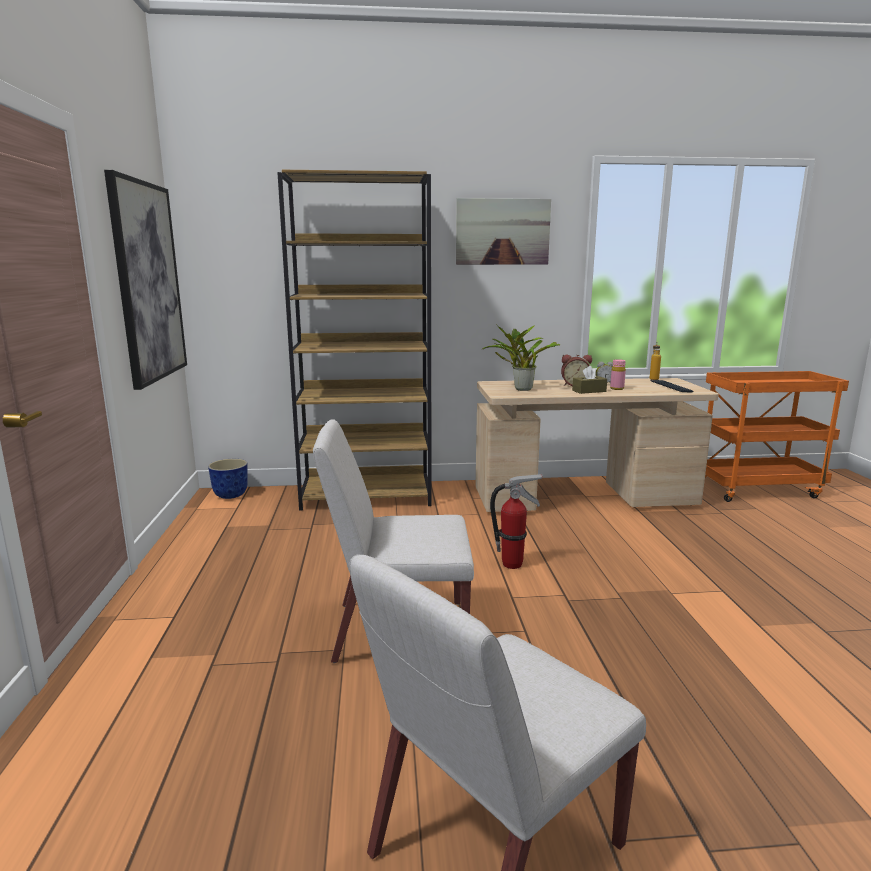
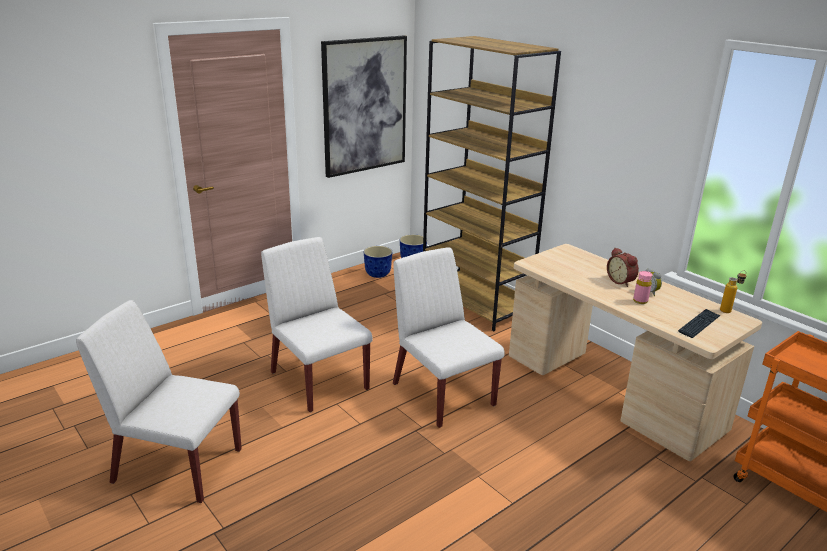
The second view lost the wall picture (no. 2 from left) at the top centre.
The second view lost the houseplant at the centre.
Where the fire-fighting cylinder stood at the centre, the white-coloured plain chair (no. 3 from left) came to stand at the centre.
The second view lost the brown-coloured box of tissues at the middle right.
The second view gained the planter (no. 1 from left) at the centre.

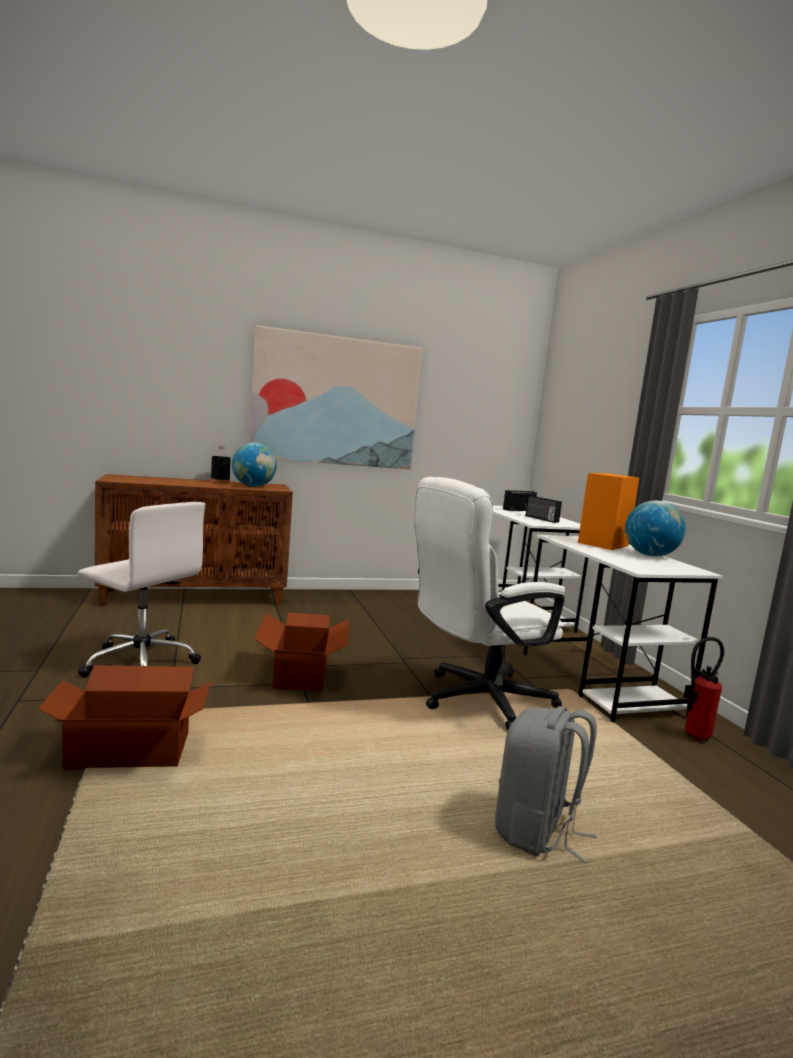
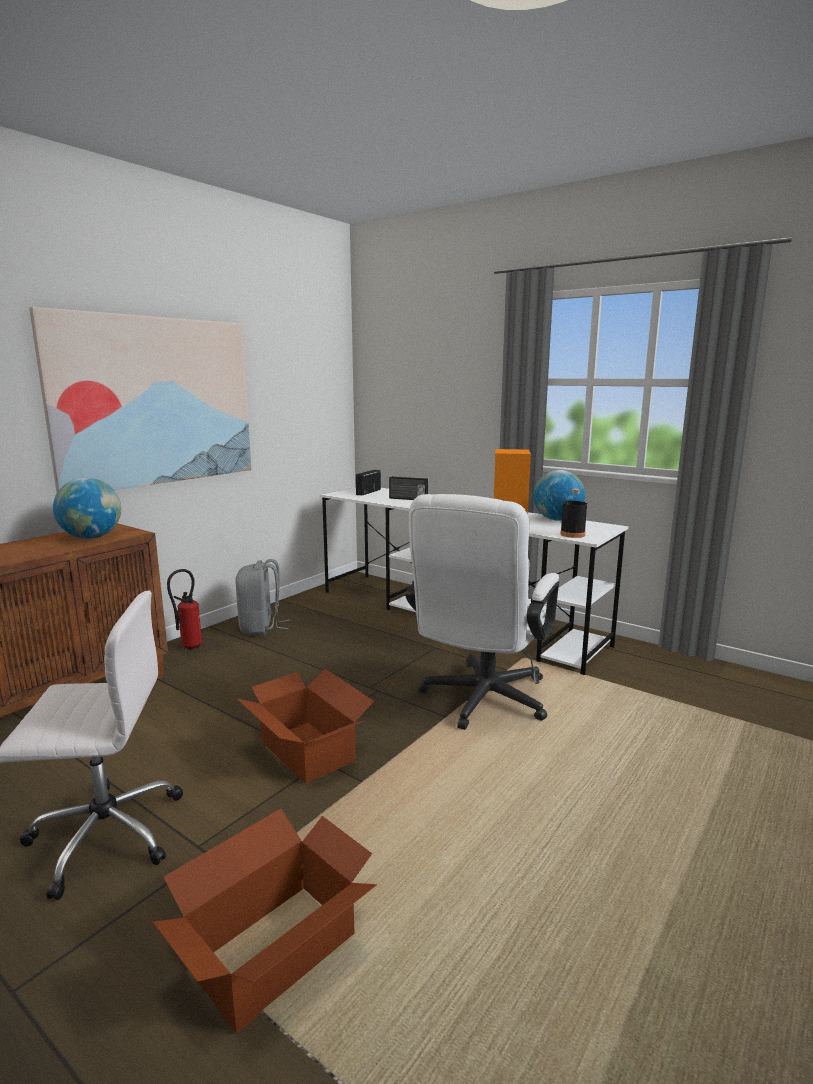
The black drink bottle ended up elsewhere, having gone from the middle left to the middle right.
The gray backpack ended up elsewhere, having gone from the bottom right to the middle left.
The fire-fighting cylinder ended up elsewhere, having gone from the middle right to the middle left.

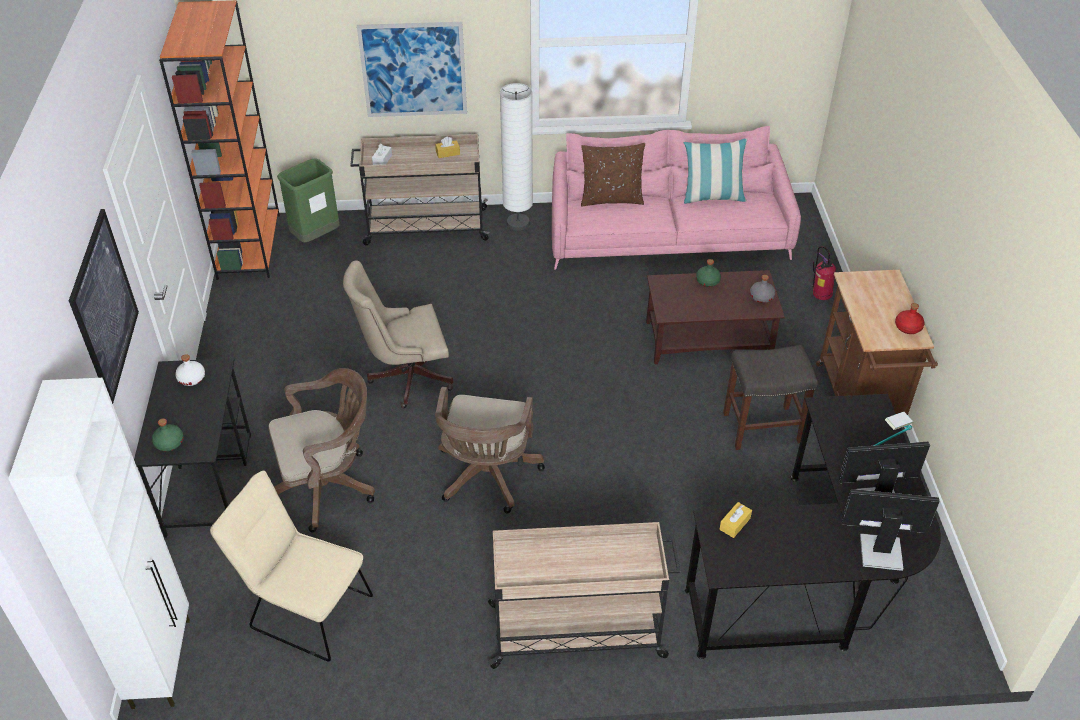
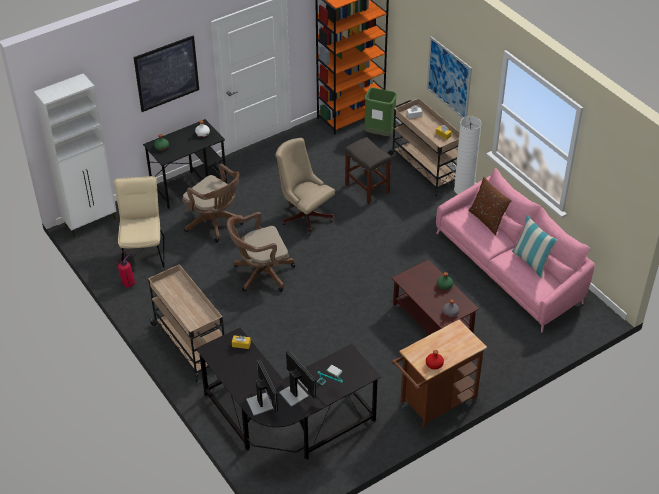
The gray stool seat ended up elsewhere, having gone from the middle right to the centre.
The fire-fighting cylinder ended up elsewhere, having gone from the middle right to the middle left.

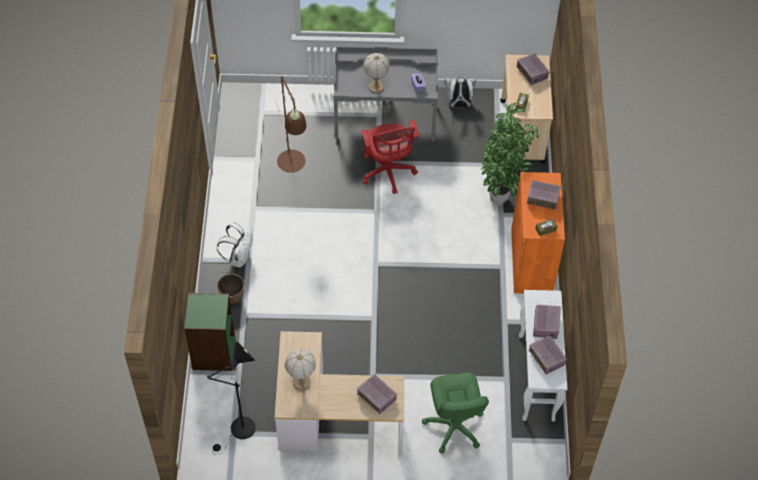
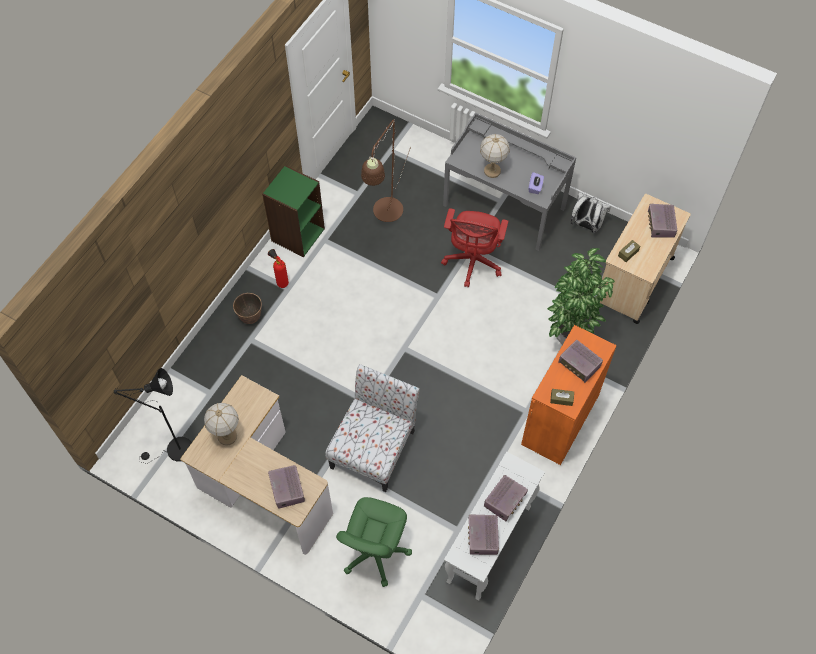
The green shelving unit ended up elsewhere, having gone from the bottom left to the top centre.
Where the white-coloured backpack (no. 1 from left) stood at the middle left, the fire-fighting cylinder came to stand at the centre.
The second view gained the plain chair at the centre.

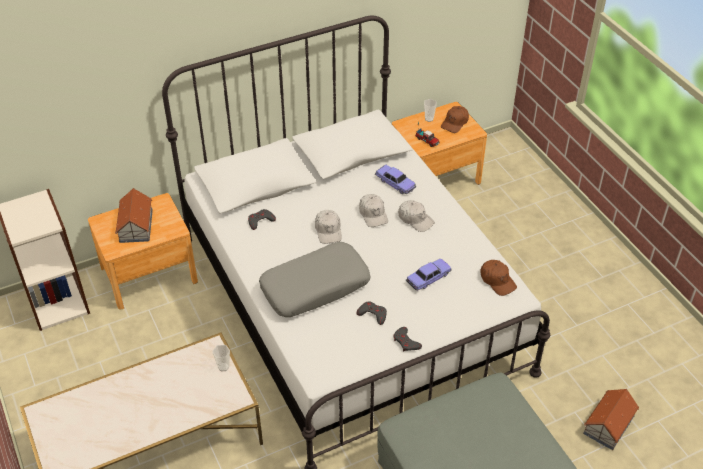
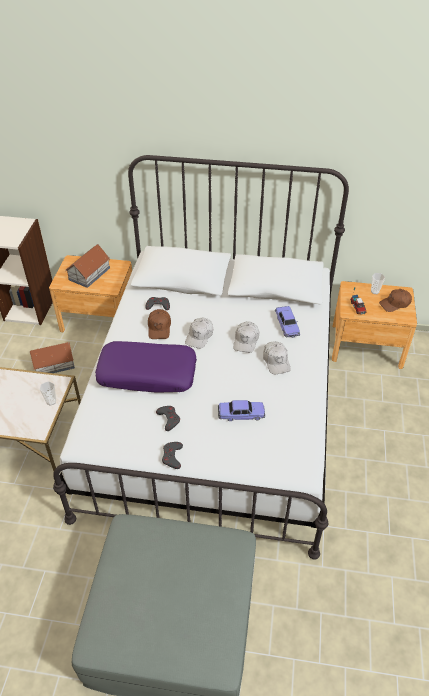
What was the gray throw pillow at the centre turned into the purplish throw pillow at the centre.
The brown-coloured cap (no. 2 from left in the first image) ended up elsewhere, having gone from the middle right to the centre.
The model house (no. 2 from left in the first image) ended up elsewhere, having gone from the bottom right to the middle left.

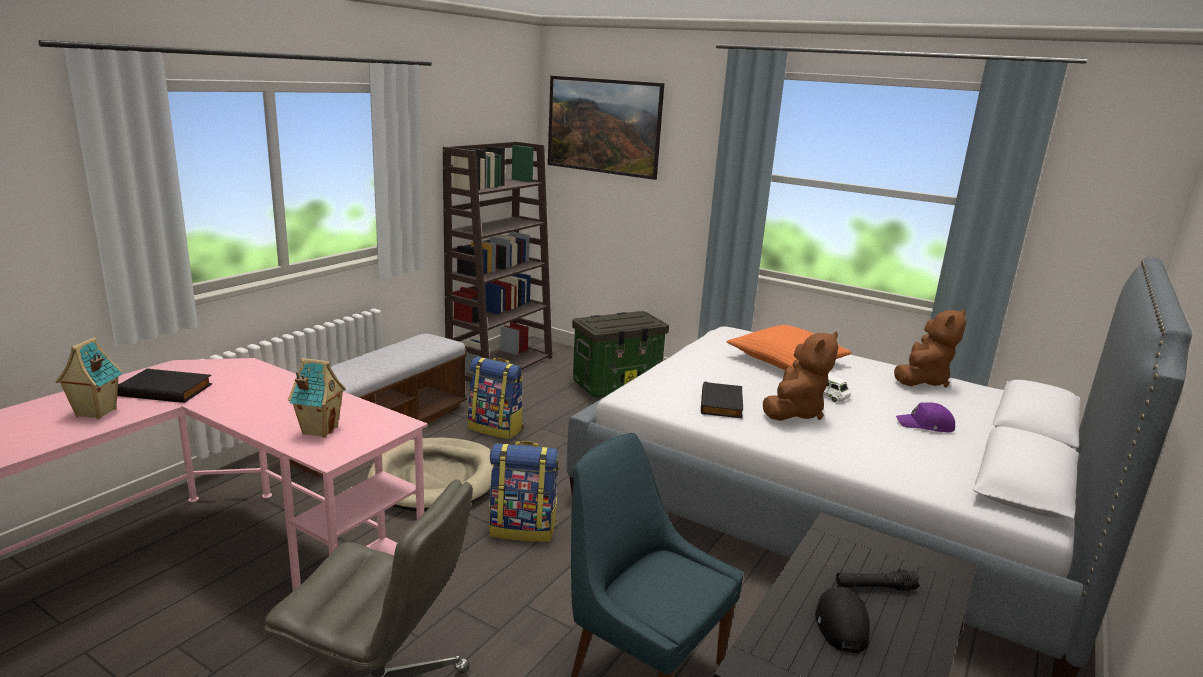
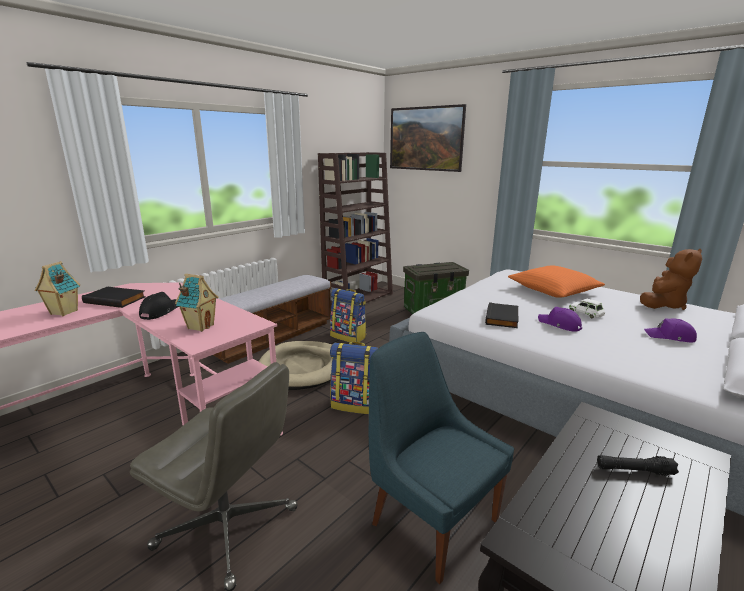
Where the brown-coloured cuddly toy (no. 1 from left) stood at the centre, the purplish cap (no. 1 from left) came to stand at the middle right.
The black cap ended up elsewhere, having gone from the bottom right to the middle left.

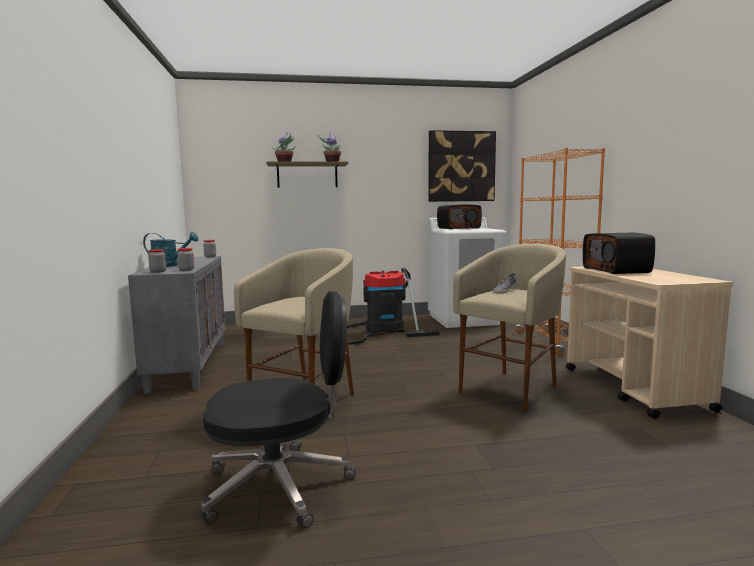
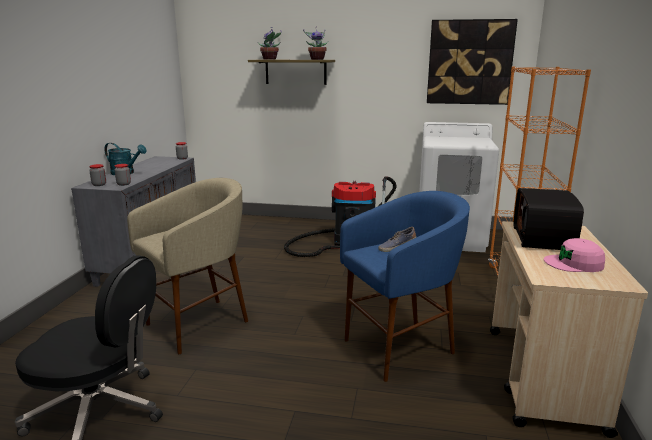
The second view lost the radio (no. 1 from left) at the centre.
What was the sand-coloured stool seat (no. 2 from left) at the middle right turned into the blue stool seat at the centre.
The second view gained the pink cap at the middle right.

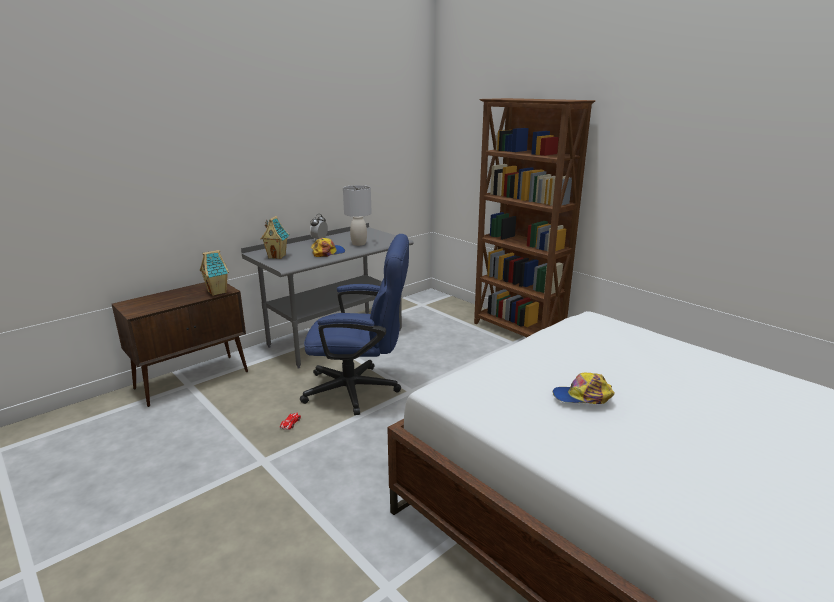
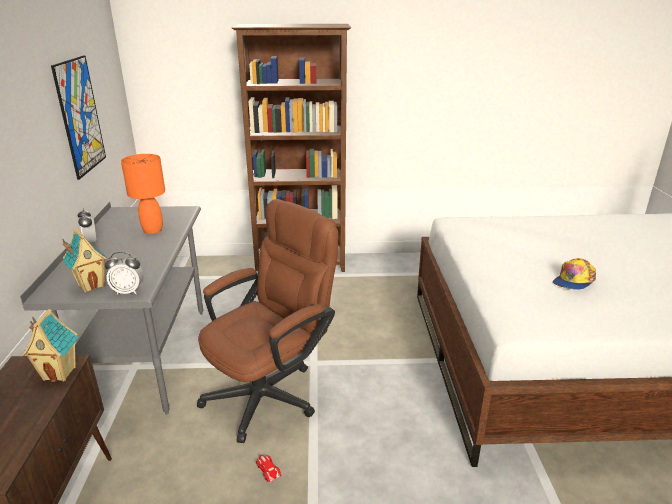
What was the blue desk chair at the centre turned into the brown-coloured desk chair at the centre.
The second view lost the cap (no. 1 from left) at the centre.
What was the gray table lamp at the centre turned into the orangey table lamp at the middle left.
The second view gained the wall picture at the top left.
The second view gained the alarm clock (no. 2 from left) at the middle left.

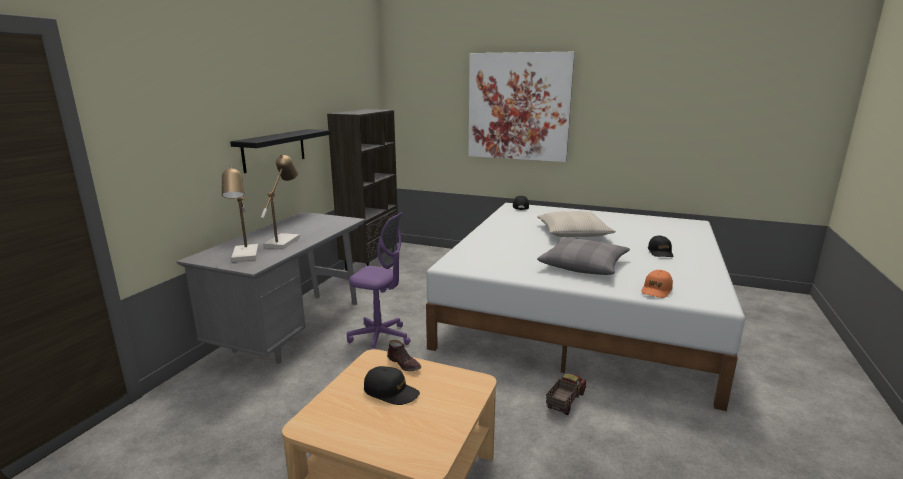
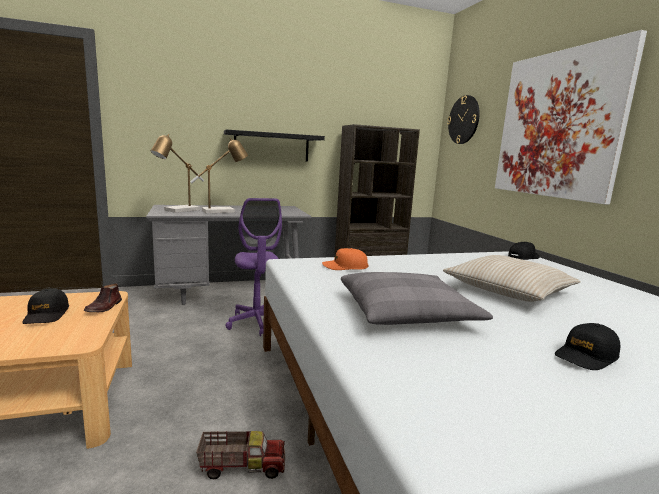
The orangey cap ended up elsewhere, having gone from the middle right to the centre.
The second view gained the hanging clock at the top right.

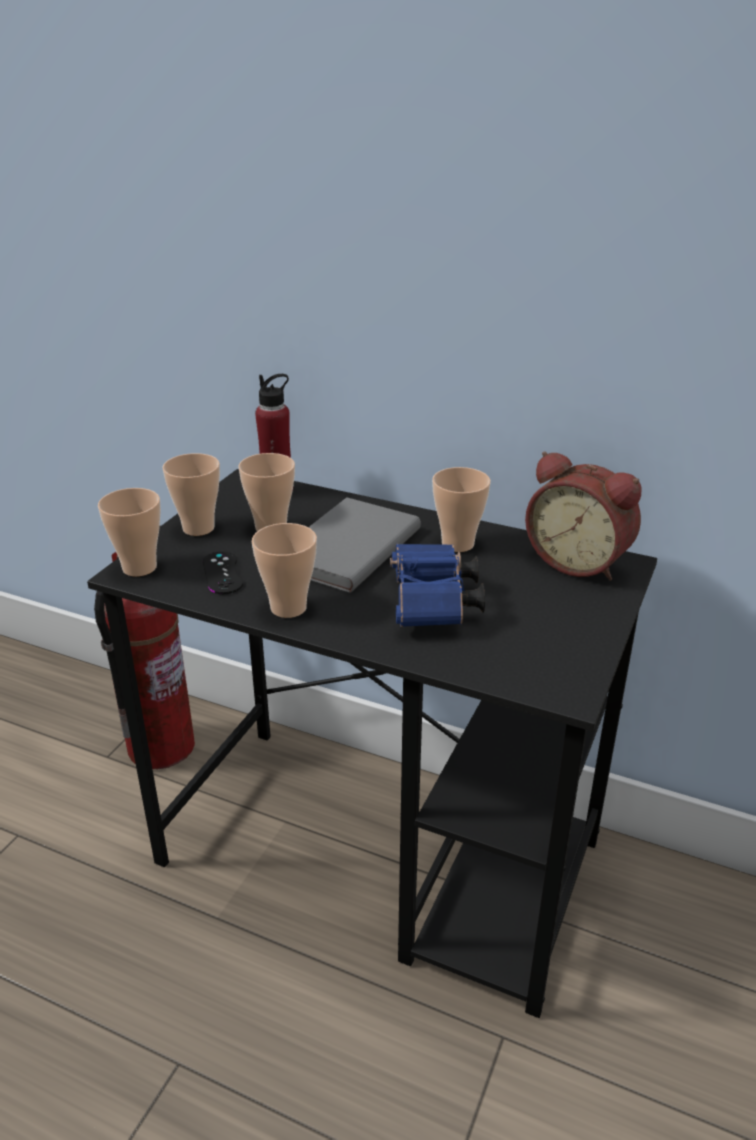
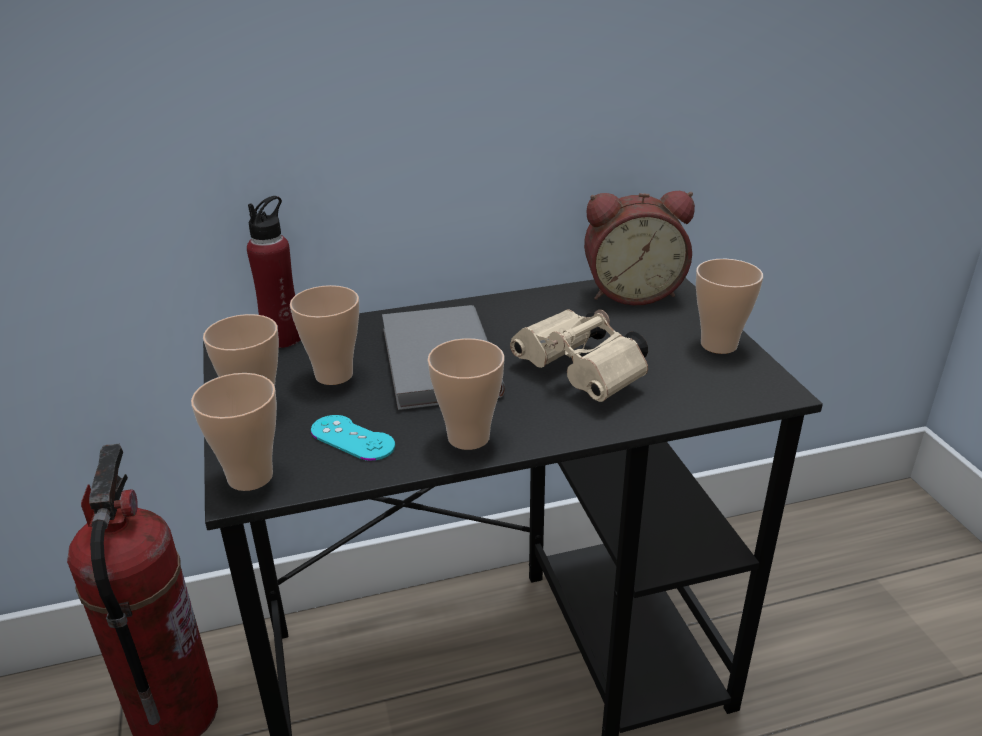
What was the black joypad at the middle left turned into the turquoise-coloured joypad at the centre.
What was the blue field glasses at the centre turned into the sand-coloured field glasses at the centre.
The cup (no. 5 from left) ended up elsewhere, having gone from the centre to the middle right.

